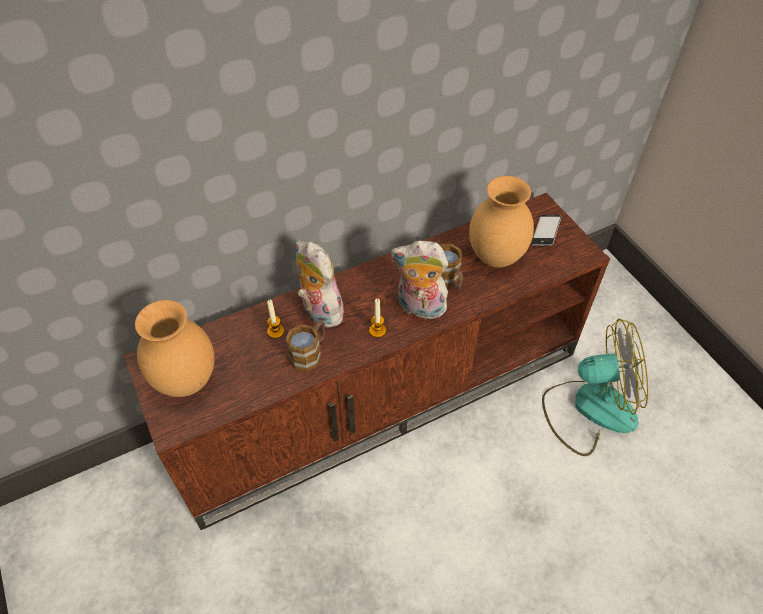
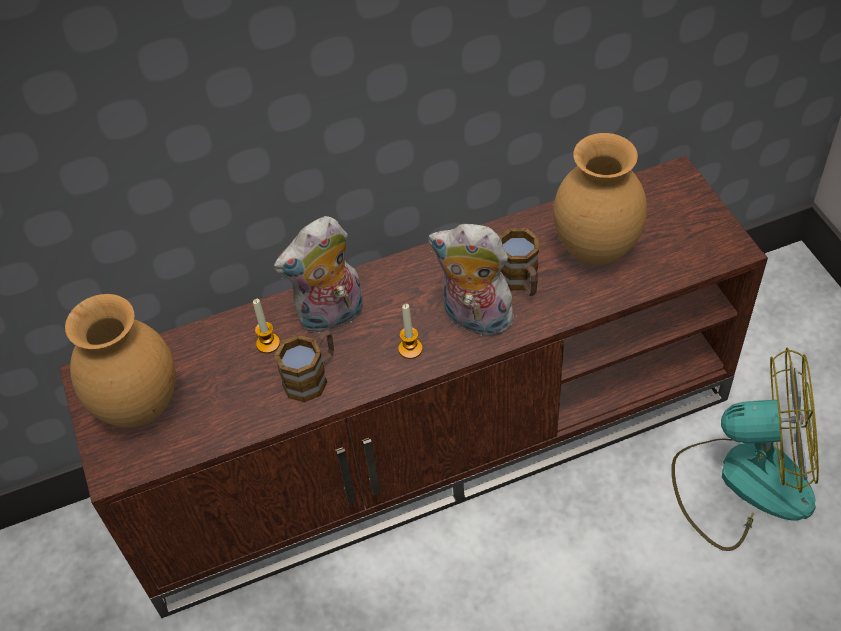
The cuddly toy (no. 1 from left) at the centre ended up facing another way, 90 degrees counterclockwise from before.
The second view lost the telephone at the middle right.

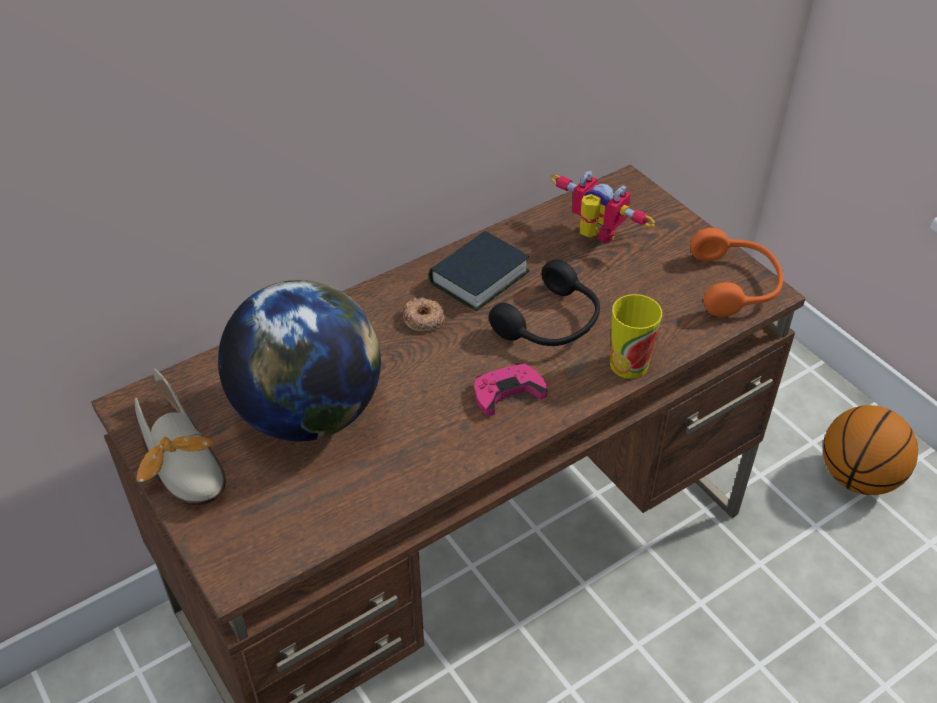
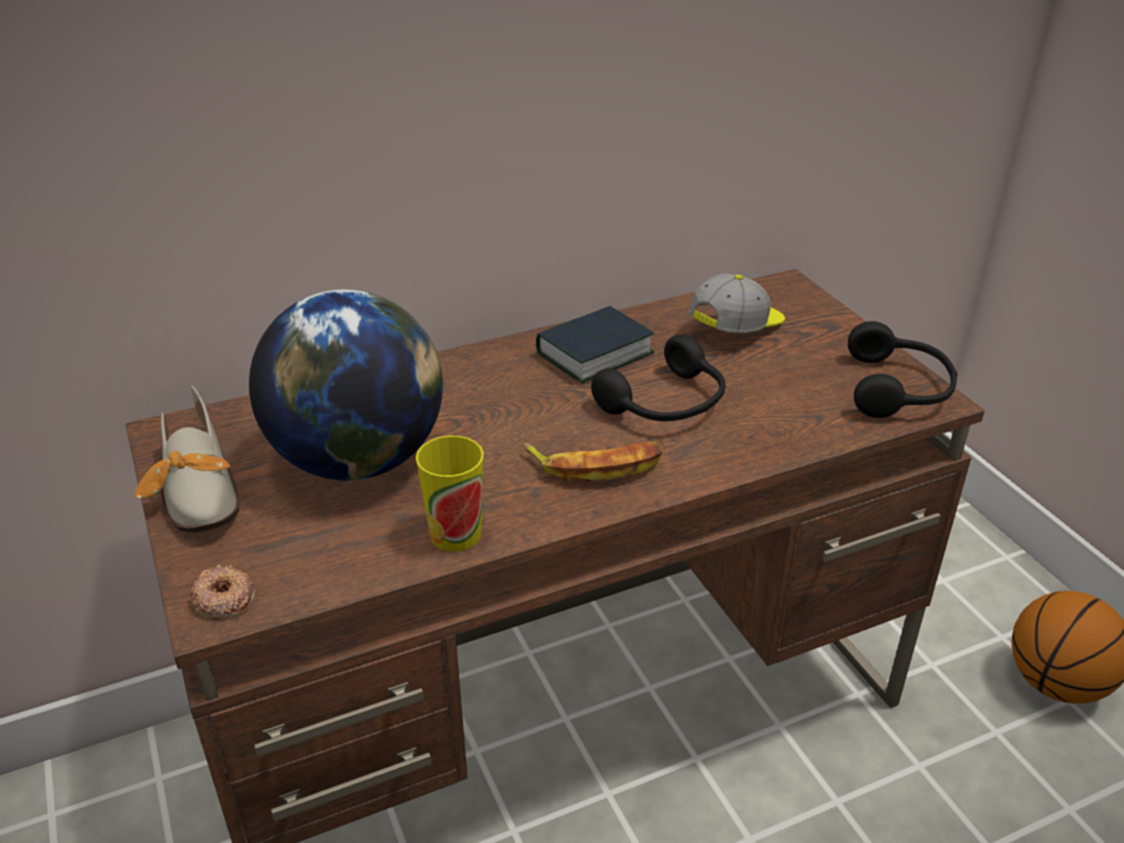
The donut ended up elsewhere, having gone from the centre to the bottom left.
Where the pink joypad stood at the centre, the banana fruit came to stand at the centre.
Where the toy robot stood at the top centre, the cap came to stand at the centre.
The cup ended up elsewhere, having gone from the middle right to the centre.
What was the orangey pair of headphones at the middle right turned into the black pair of headphones (no. 2 from left) at the middle right.

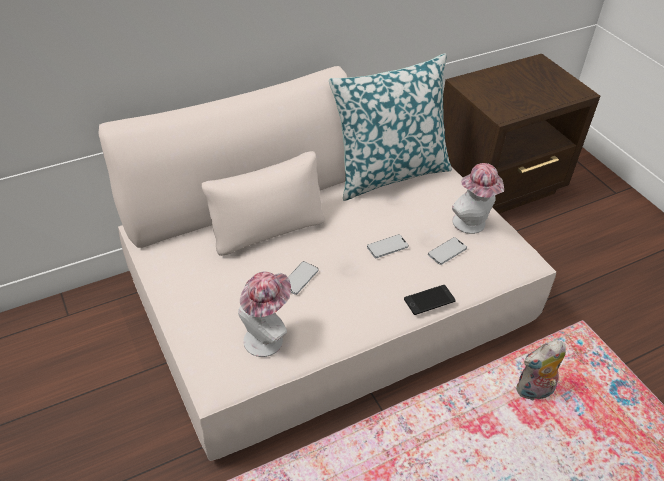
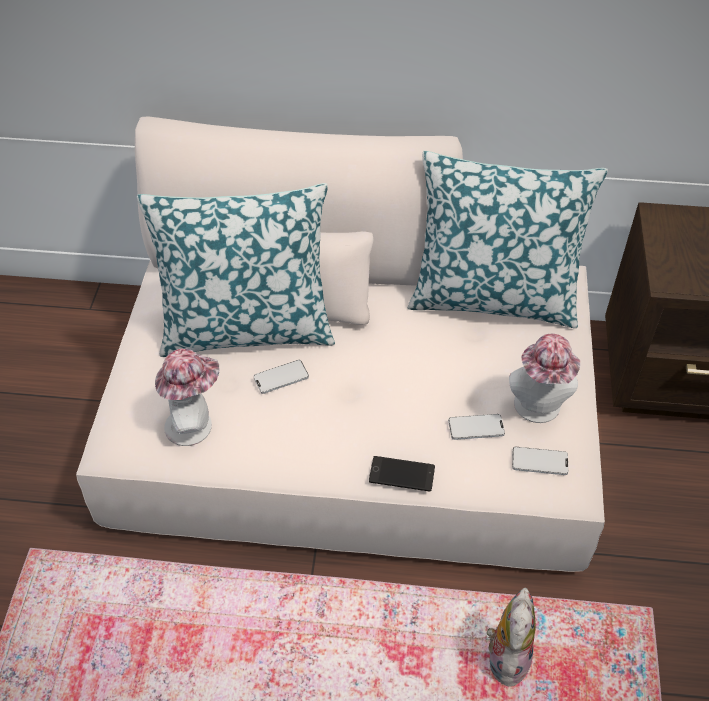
The telephone (no. 2 from left in the first image) ended up elsewhere, having gone from the centre to the middle right.
The cuddly toy at the bottom right ended up facing another way, 90 degrees clockwise from before.
The second view gained the throw pillow (no. 1 from left) at the middle left.

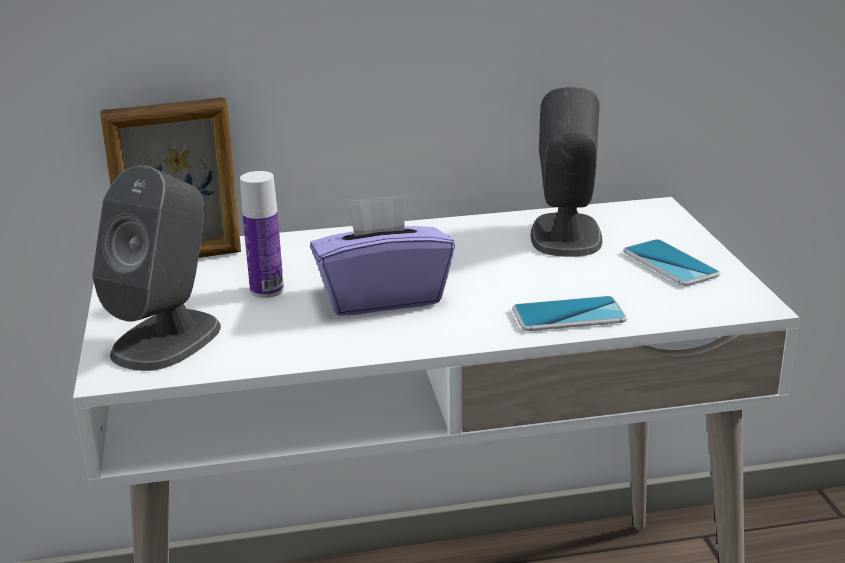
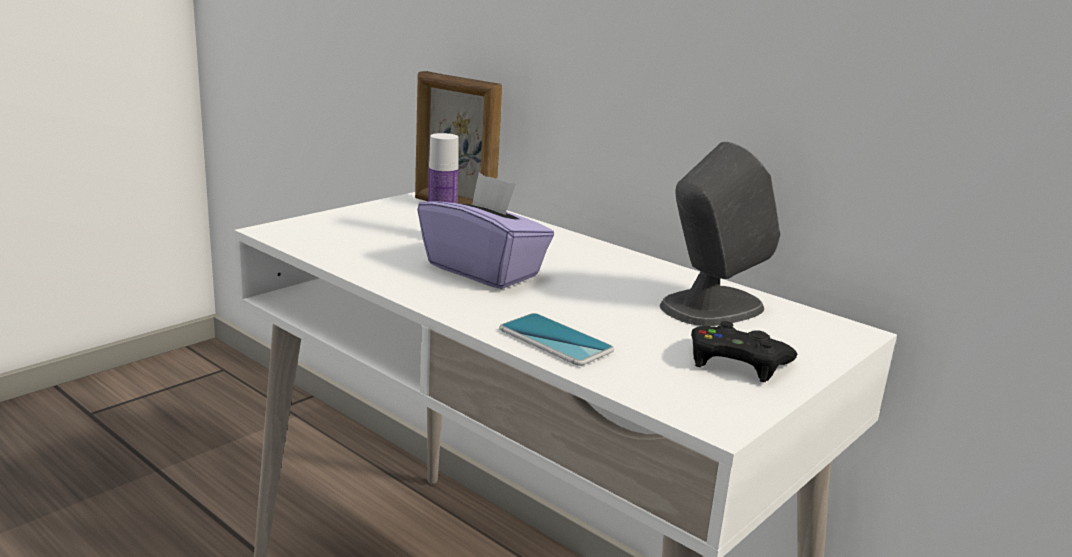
The second view lost the gray audio speaker (no. 1 from left) at the middle left.
Where the telephone (no. 2 from left) stood at the middle right, the black joypad came to stand at the middle right.

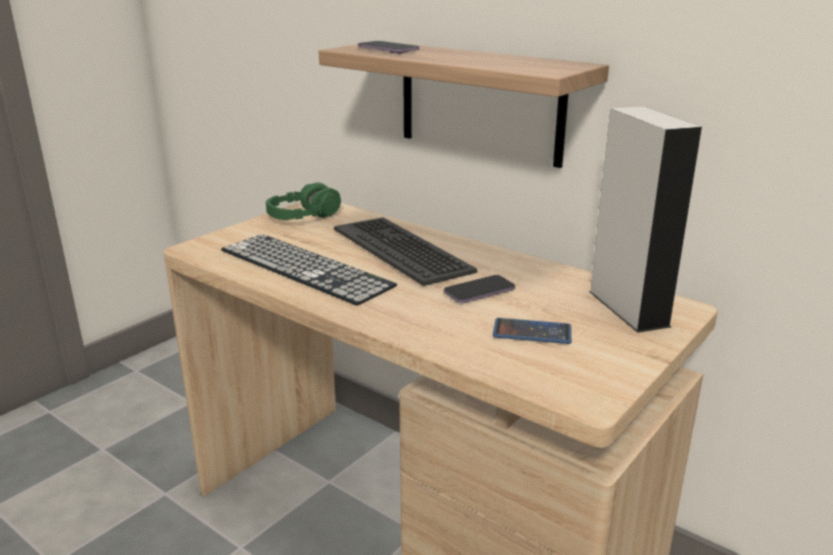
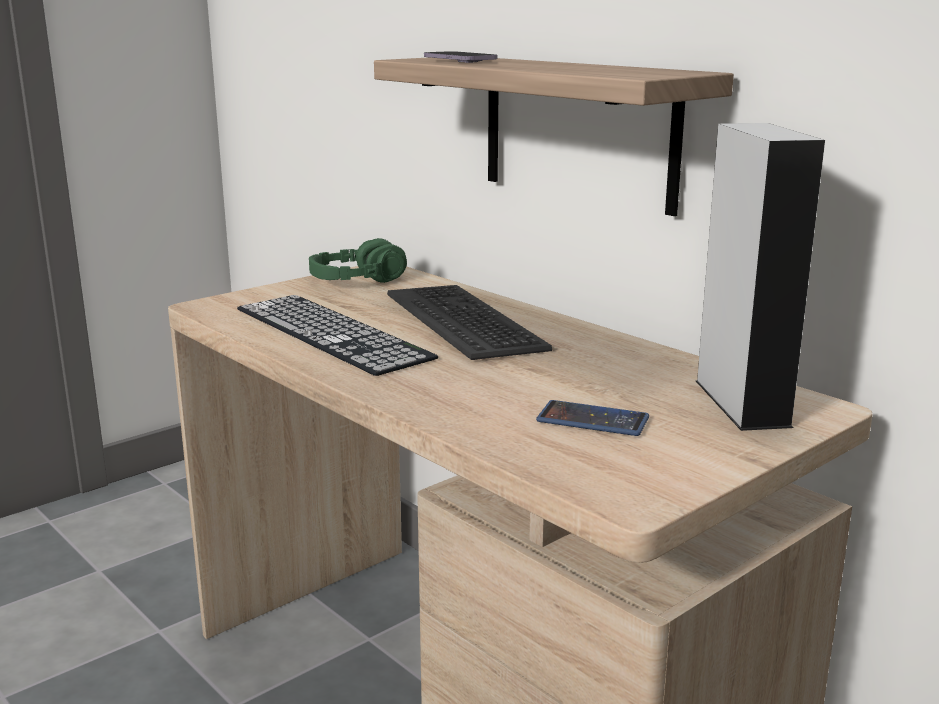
The second view lost the telephone (no. 2 from left) at the centre.

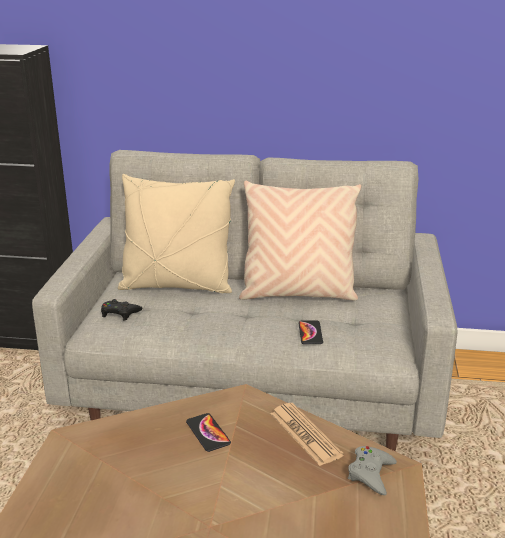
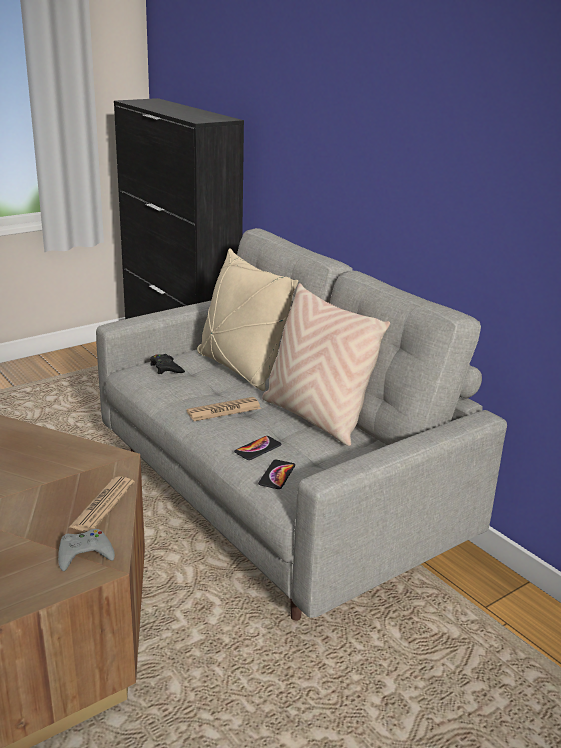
The telephone (no. 1 from left in the first image) ended up elsewhere, having gone from the bottom centre to the centre.
The second view gained the printed paper (no. 2 from left) at the centre.

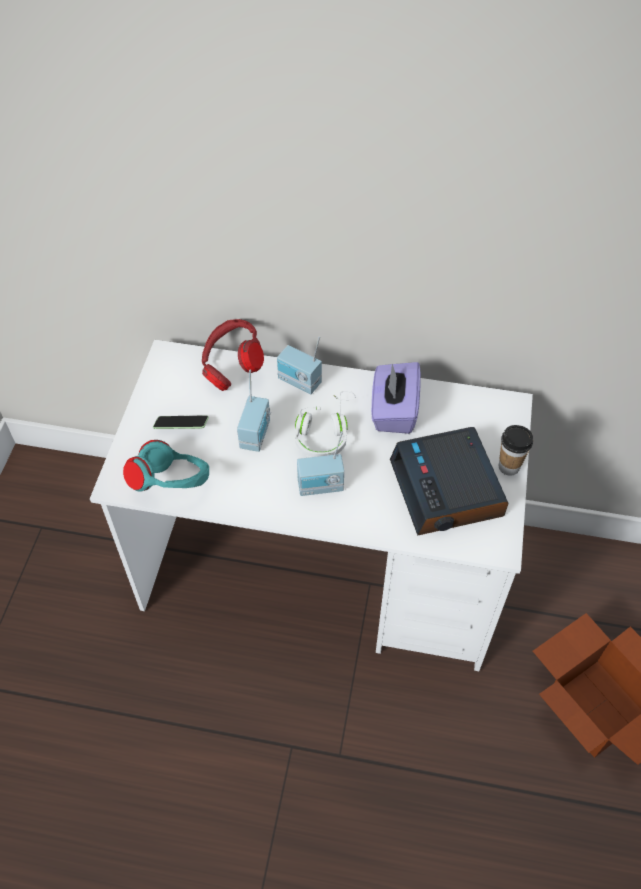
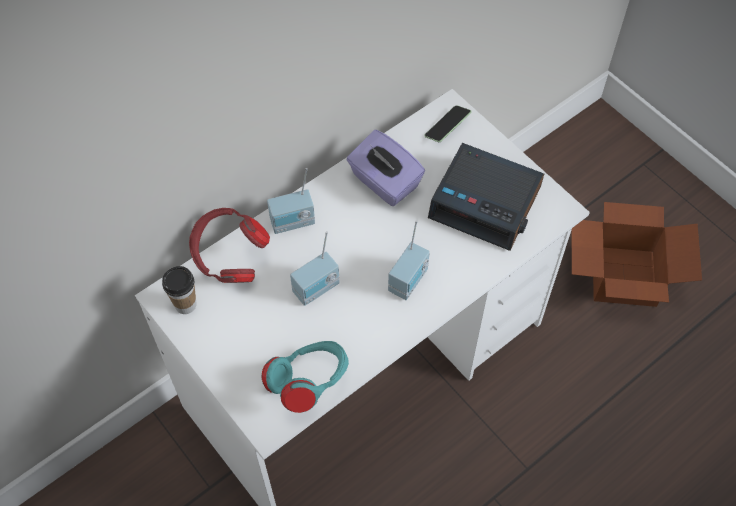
The telephone ended up elsewhere, having gone from the middle left to the top centre.
The radio (no. 1 from left in the first image) at the centre ended up facing another way, 90 degrees clockwise from before.
The second view lost the white-coloured pair of headphones at the centre.
The cup ended up elsewhere, having gone from the middle right to the middle left.

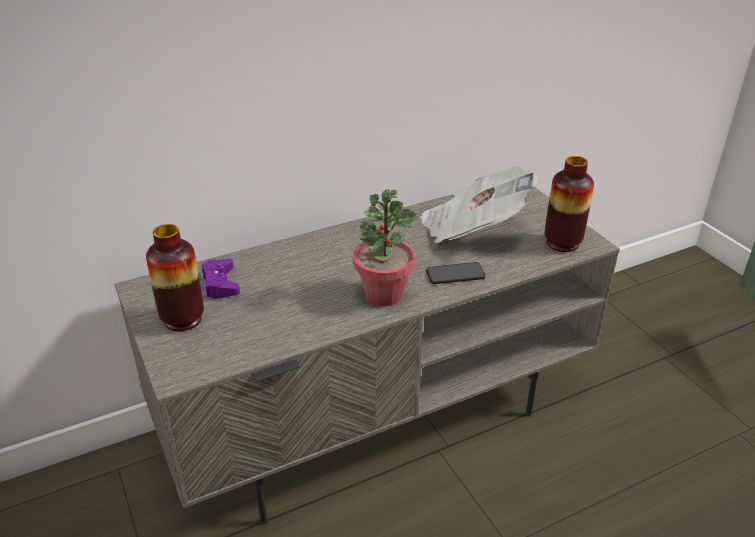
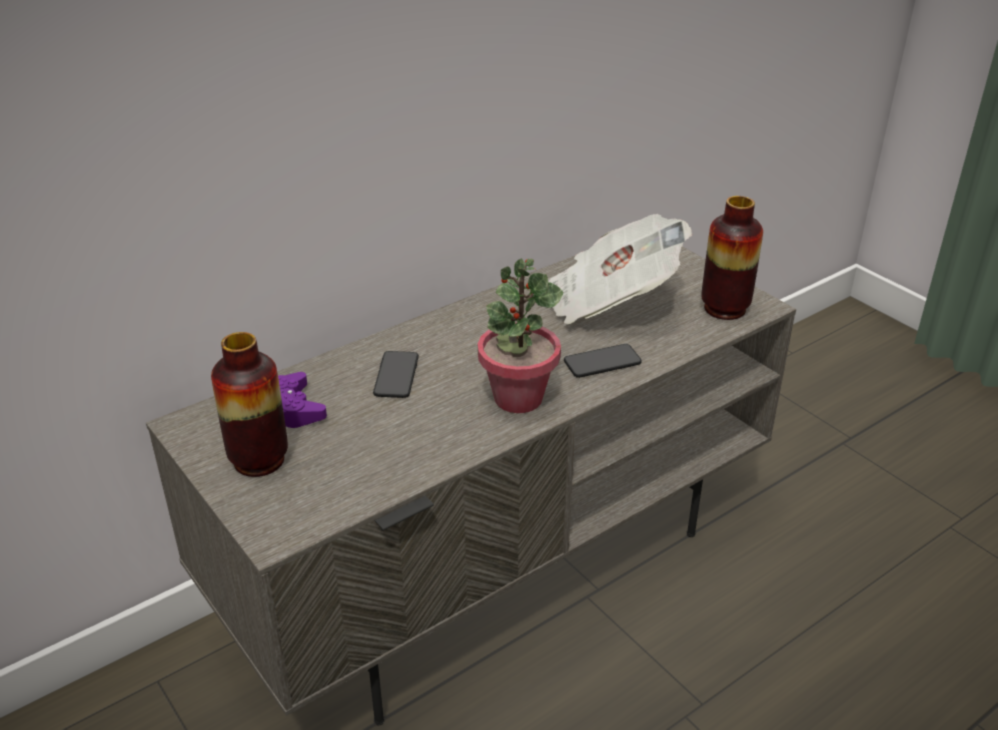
The second view gained the telephone (no. 1 from left) at the centre.

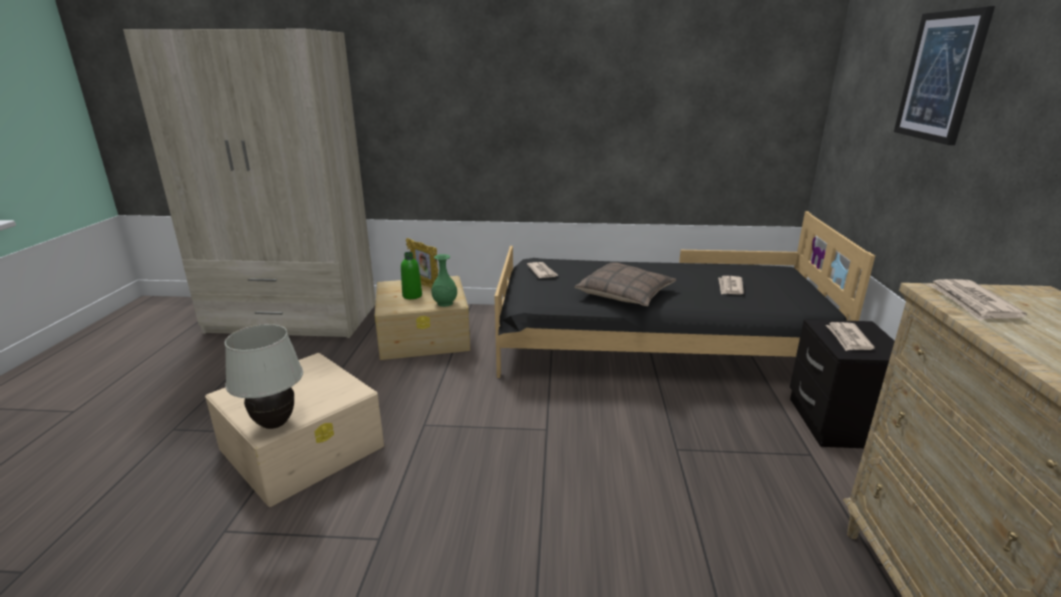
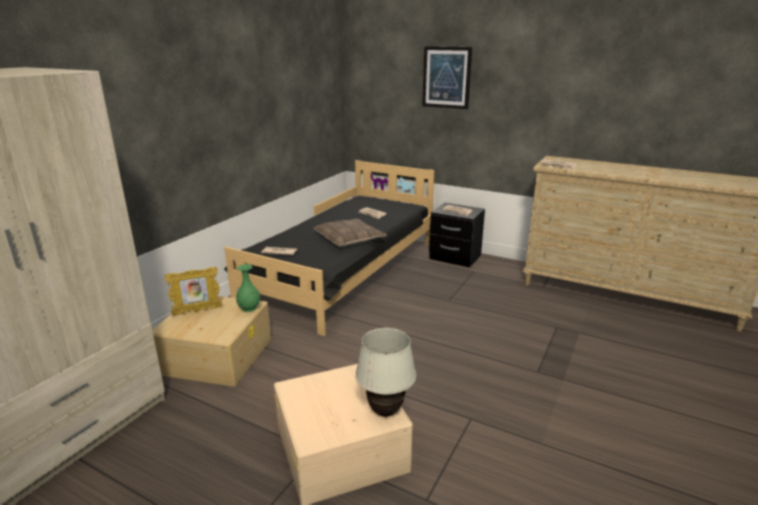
The second view lost the green drink bottle at the centre.

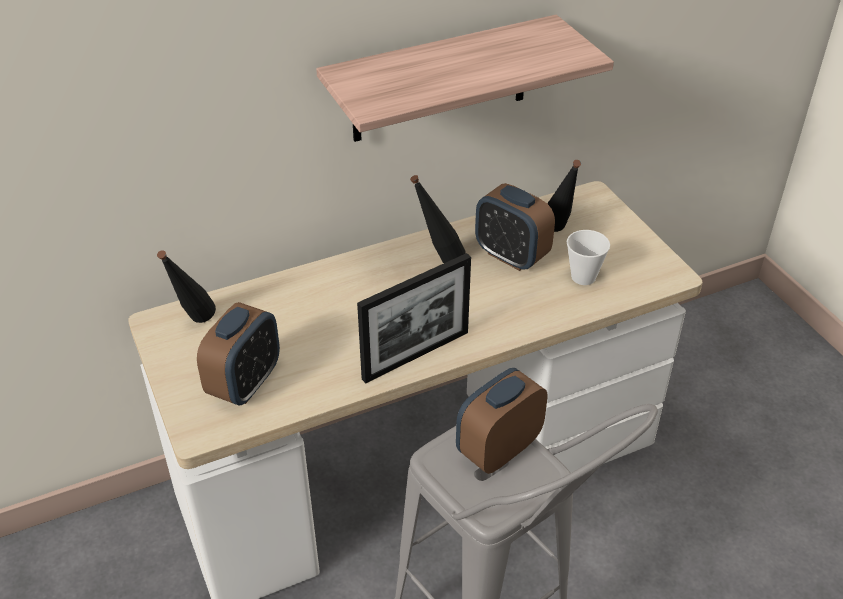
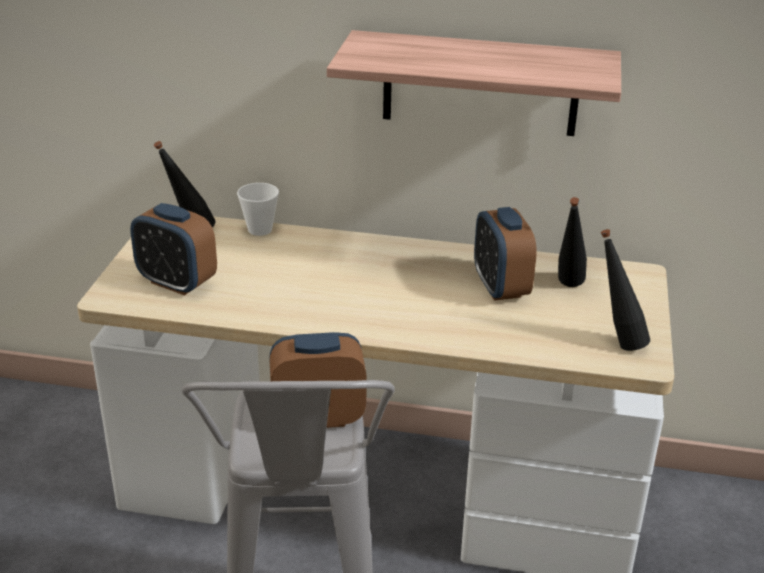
The alarm clock (no. 1 from left) at the middle left ended up facing another way, 60 degrees clockwise from before.
The second view lost the picture frame at the centre.
The black drink bottle (no. 2 from left in the first image) ended up elsewhere, having gone from the centre to the middle right.
The cup ended up elsewhere, having gone from the middle right to the centre.

